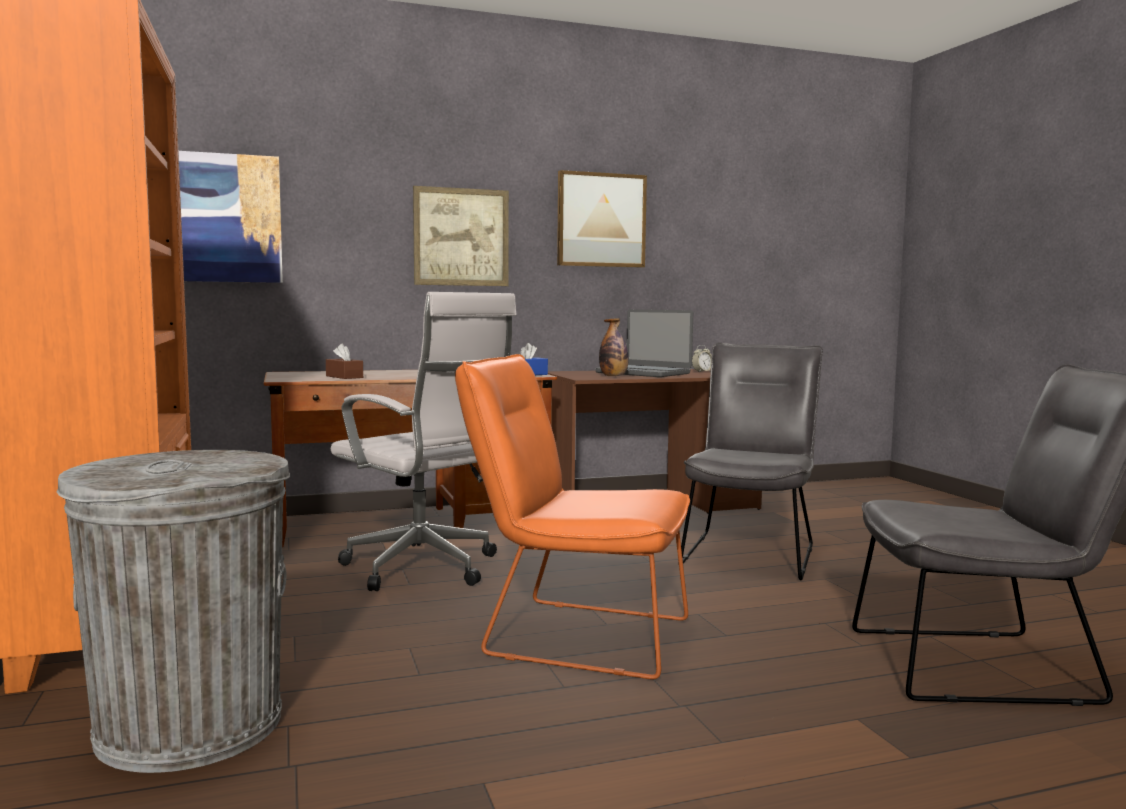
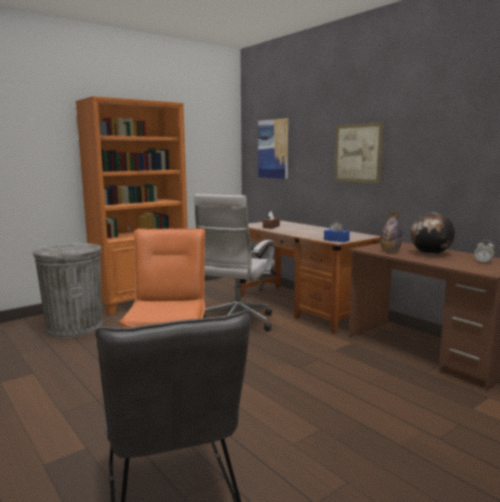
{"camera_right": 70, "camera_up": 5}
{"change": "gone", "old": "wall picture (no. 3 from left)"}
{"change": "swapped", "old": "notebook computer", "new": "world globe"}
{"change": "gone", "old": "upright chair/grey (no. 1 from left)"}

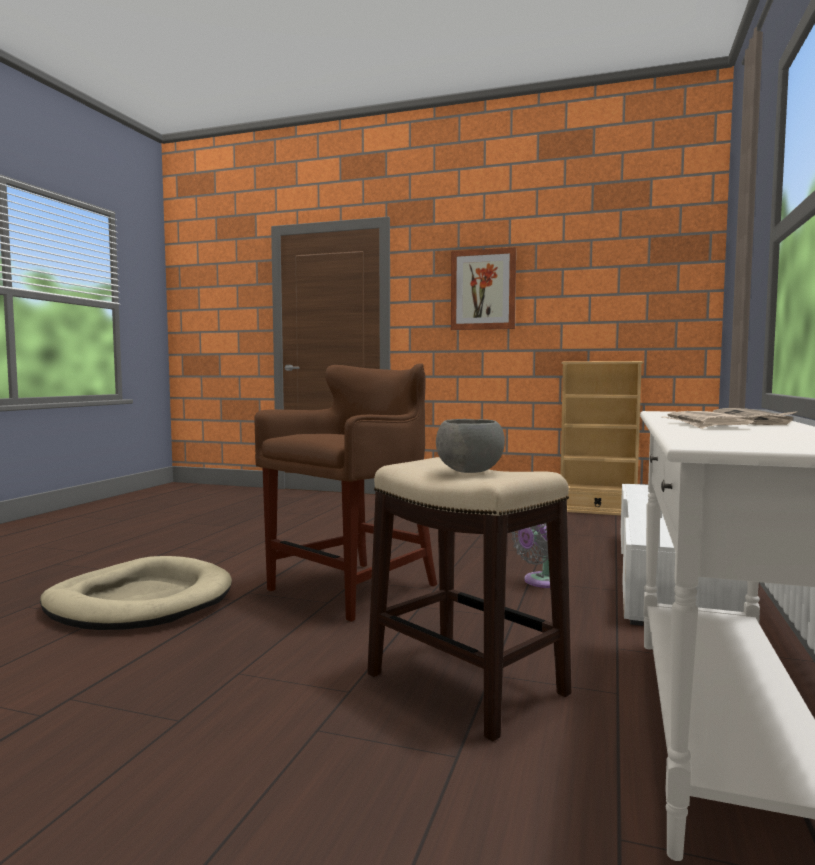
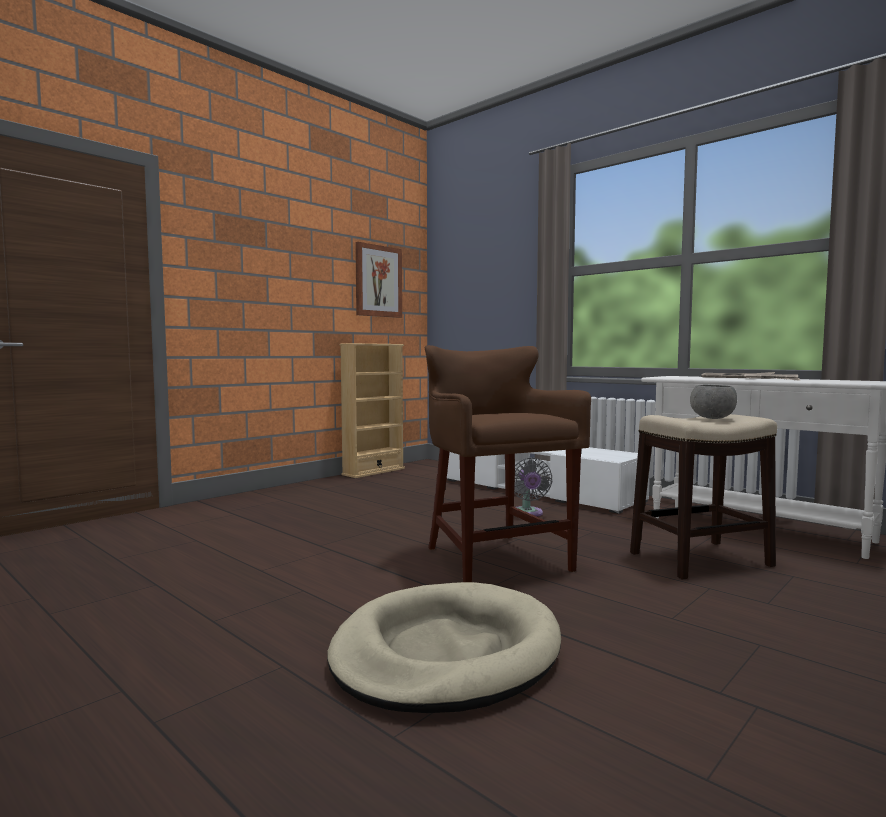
{"camera_right": -65, "camera_up": 0}
{"change": "shifted", "old": "wall picture"}

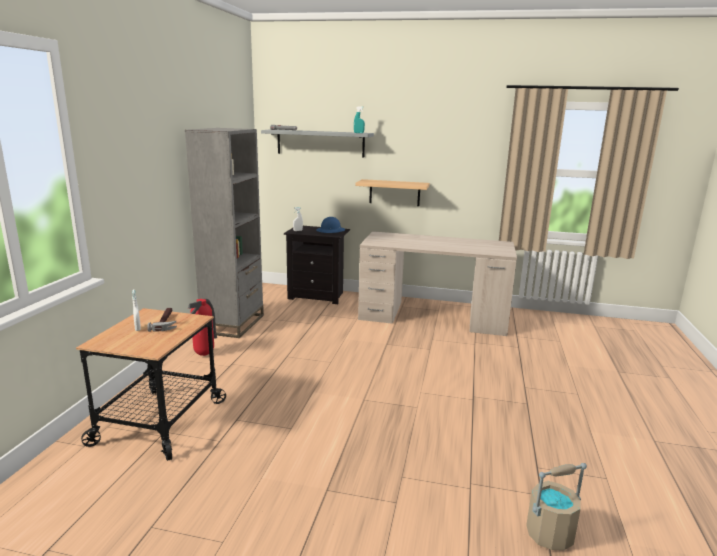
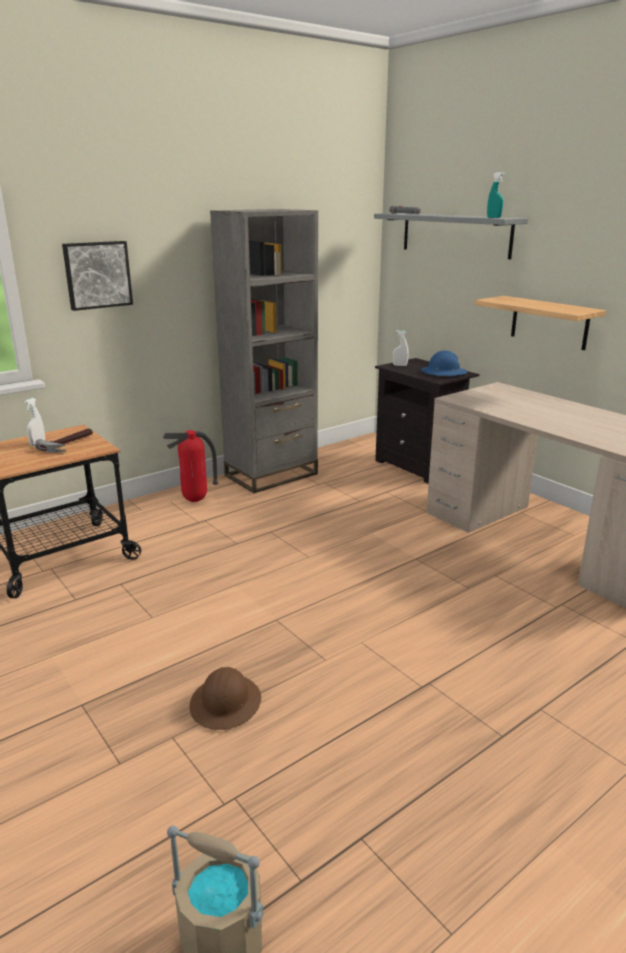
{"camera_right": 40, "camera_up": 5}
{"change": "new", "new": "wall picture"}
{"change": "new", "new": "safety helmet/brown-coloured"}

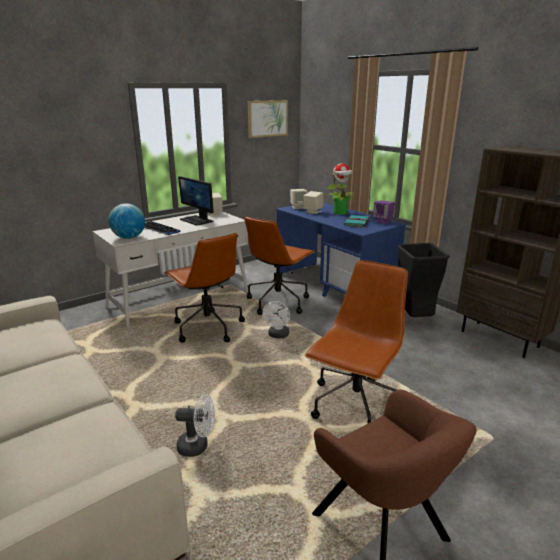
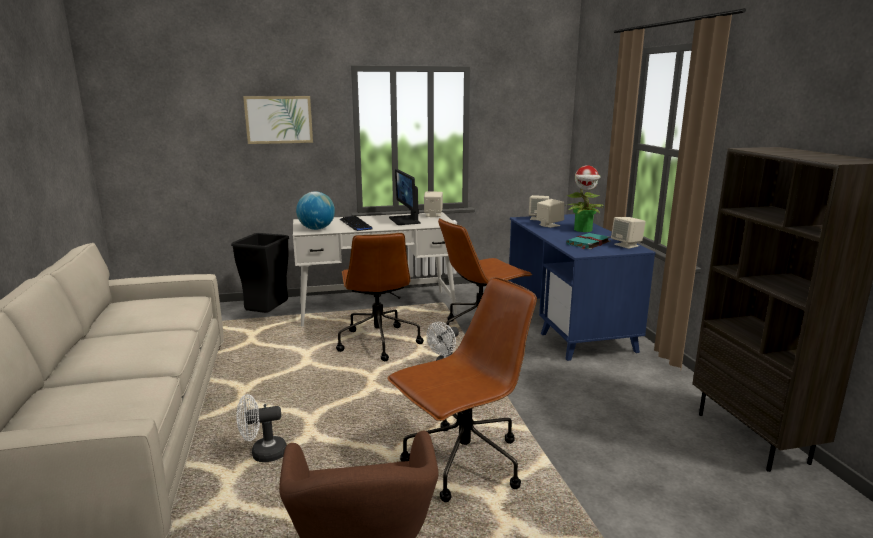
{"camera_right": 25, "camera_up": -5}
{"change": "shifted", "old": "wall picture"}
{"change": "repainted", "old": "speaker/purple-coloured", "new": "speaker/beige (no. 4 from left)"}
{"change": "shifted", "old": "trash can/black"}
{"change": "rotated", "old": "fan/white-coloured (no. 1 from left)", "degrees": 135}

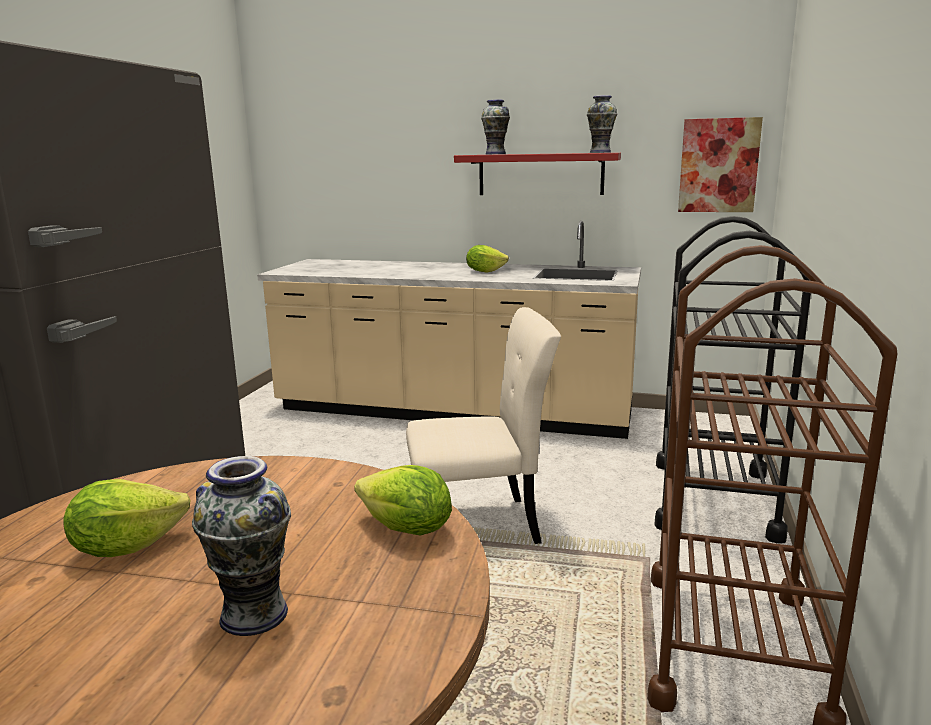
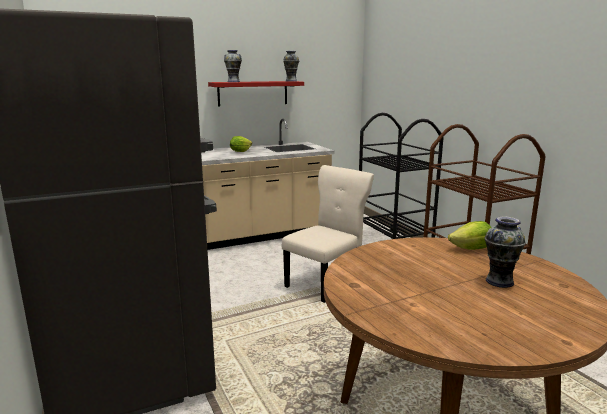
{"camera_right": -40, "camera_up": 0}
{"change": "gone", "old": "wall picture"}
{"change": "gone", "old": "lettuce (no. 1 from left)"}

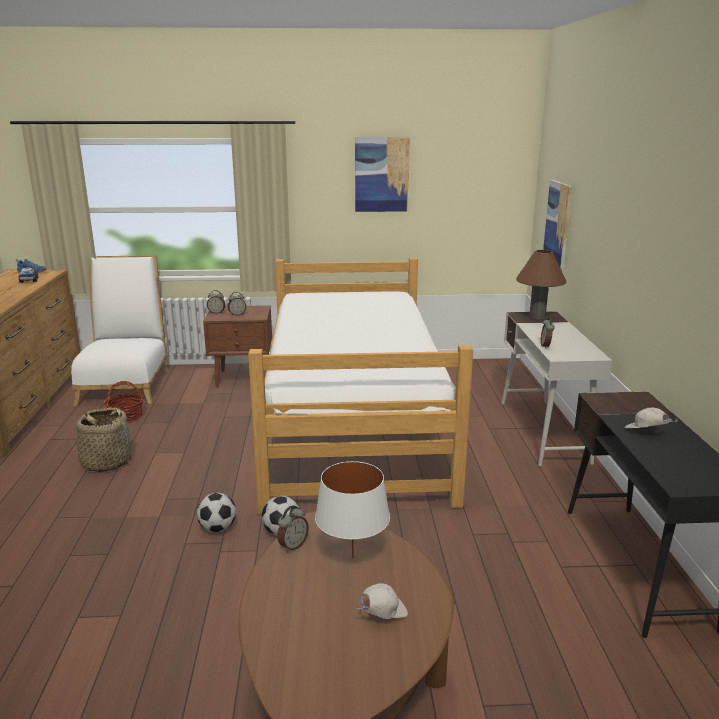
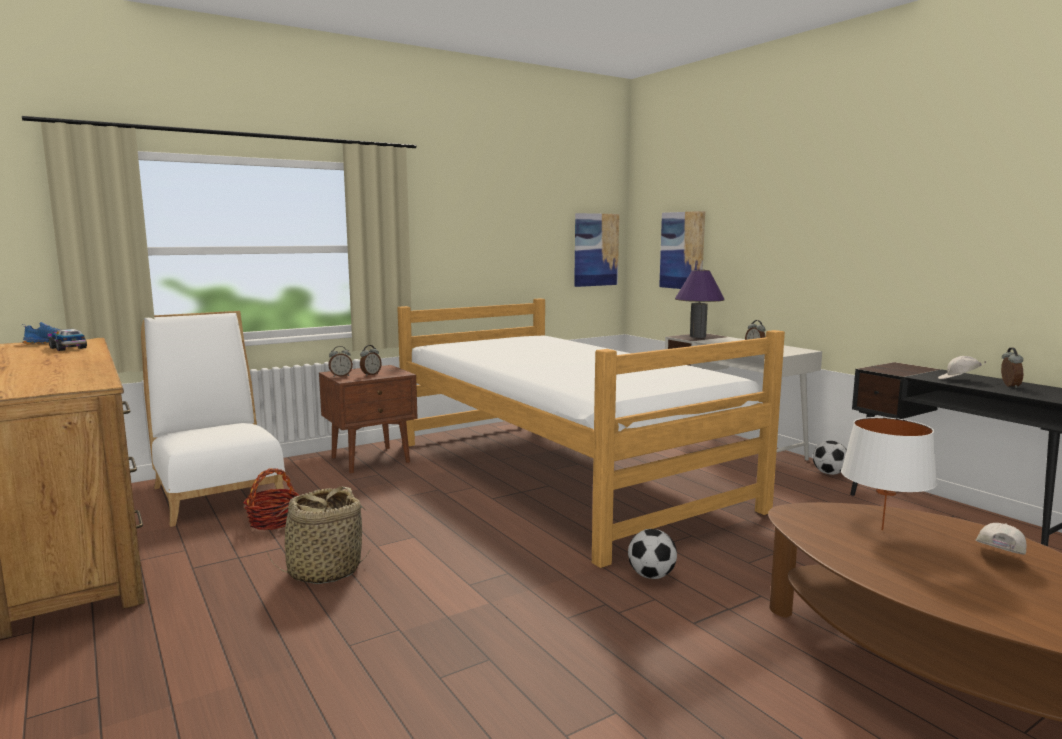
{"camera_right": -30, "camera_up": -10}
{"change": "shifted", "old": "wall picture (no. 1 from left)"}
{"change": "repainted", "old": "lamp for a table/brown-coloured", "new": "lamp for a table/purple-coloured"}
{"change": "shifted", "old": "ball for football (no. 1 from left in the first image)", "new": "ball for football (no. 2 from left)"}
{"change": "shifted", "old": "bedside clock (no. 3 from left in the first image)", "new": "bedside clock (no. 4 from left)"}

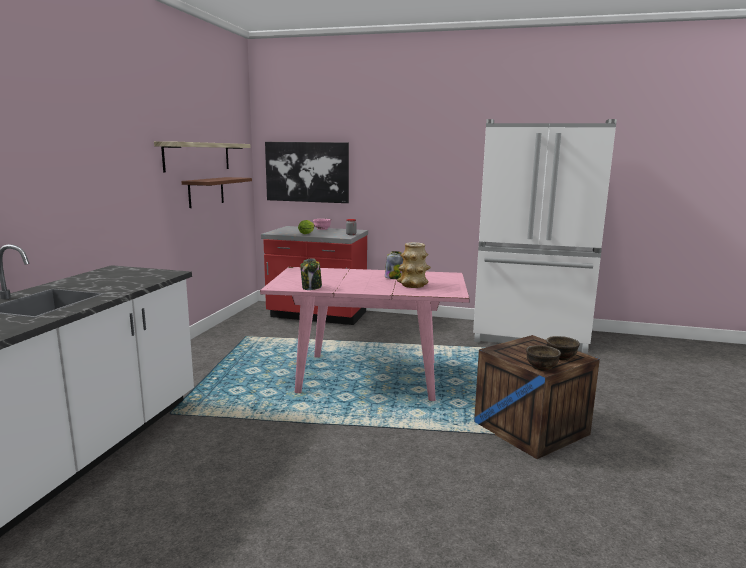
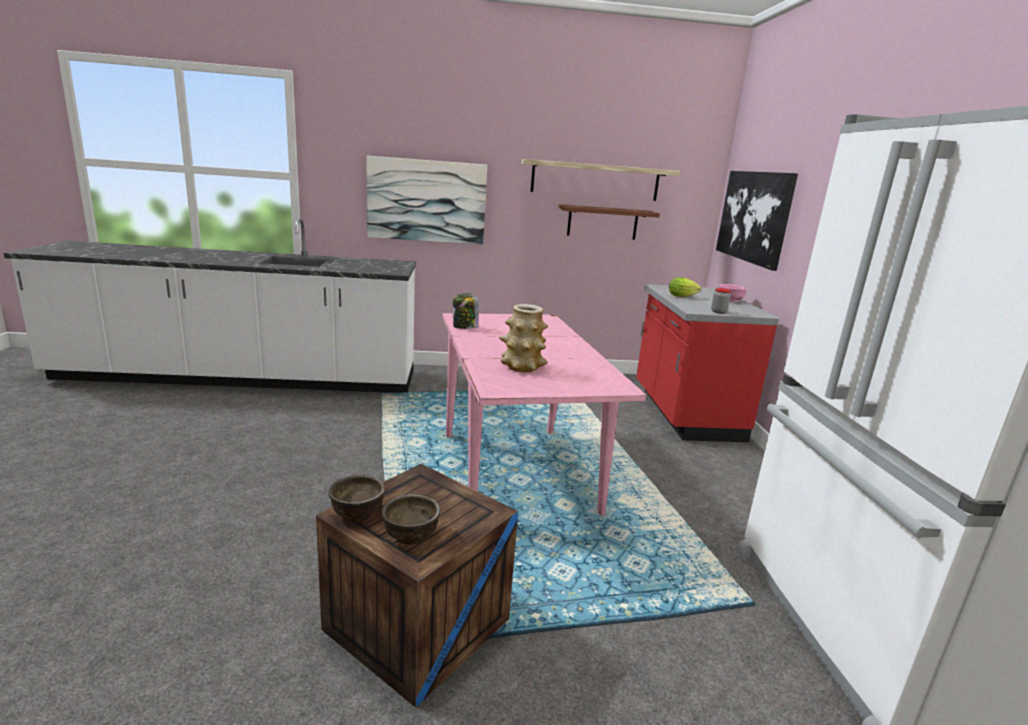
{"camera_right": 70, "camera_up": 5}
{"change": "gone", "old": "preserve jar (no. 3 from left)"}
{"change": "new", "new": "wall picture (no. 1 from left)"}

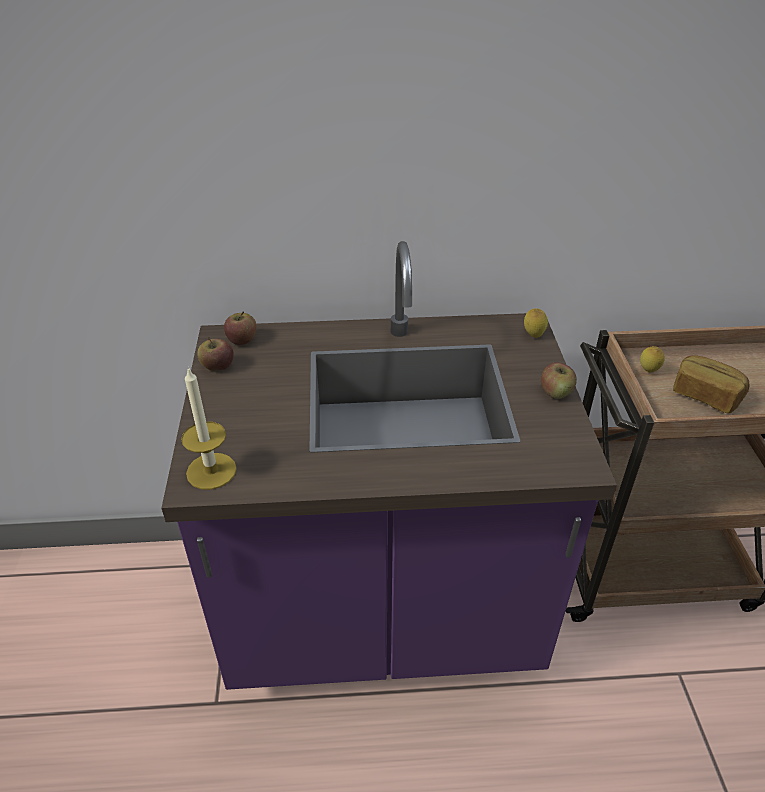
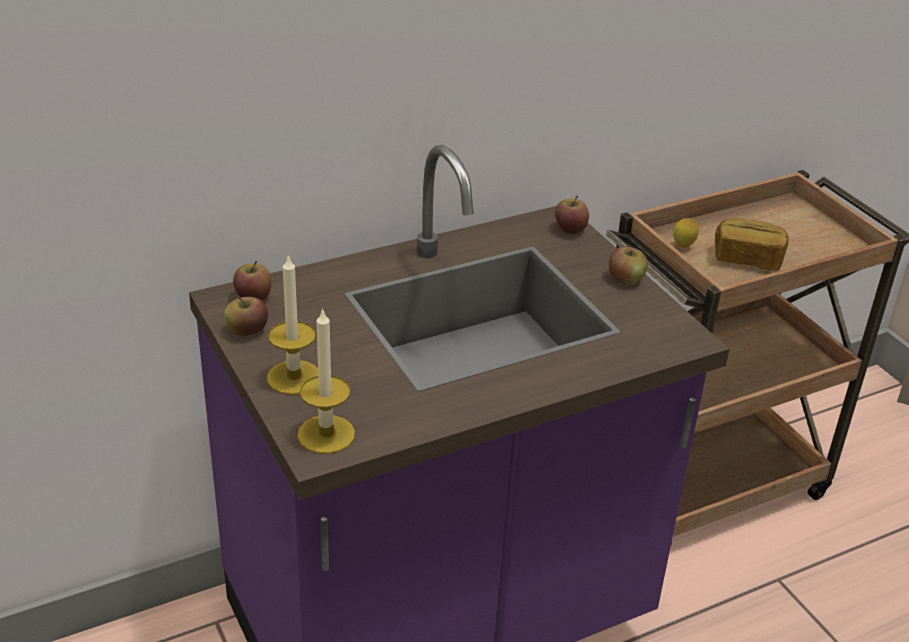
{"camera_right": -25, "camera_up": -5}
{"change": "swapped", "old": "citrus fruit (no. 1 from left)", "new": "whole apple (no. 3 from left)"}
{"change": "new", "new": "candle (no. 1 from left)"}

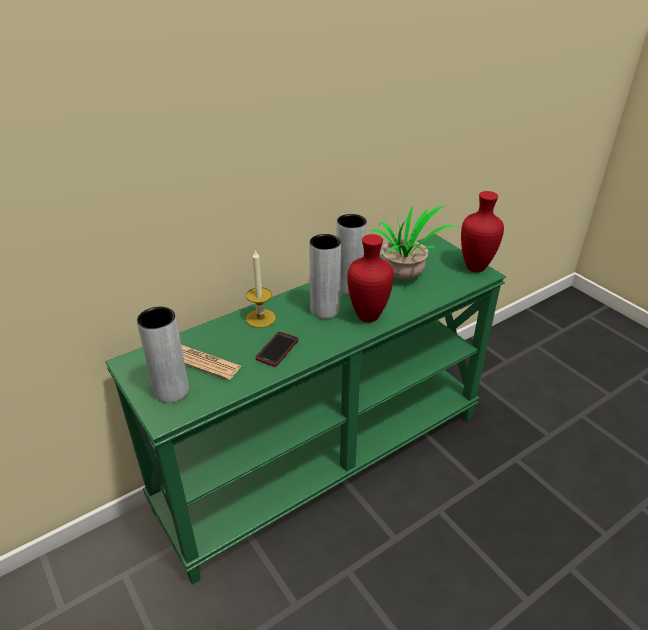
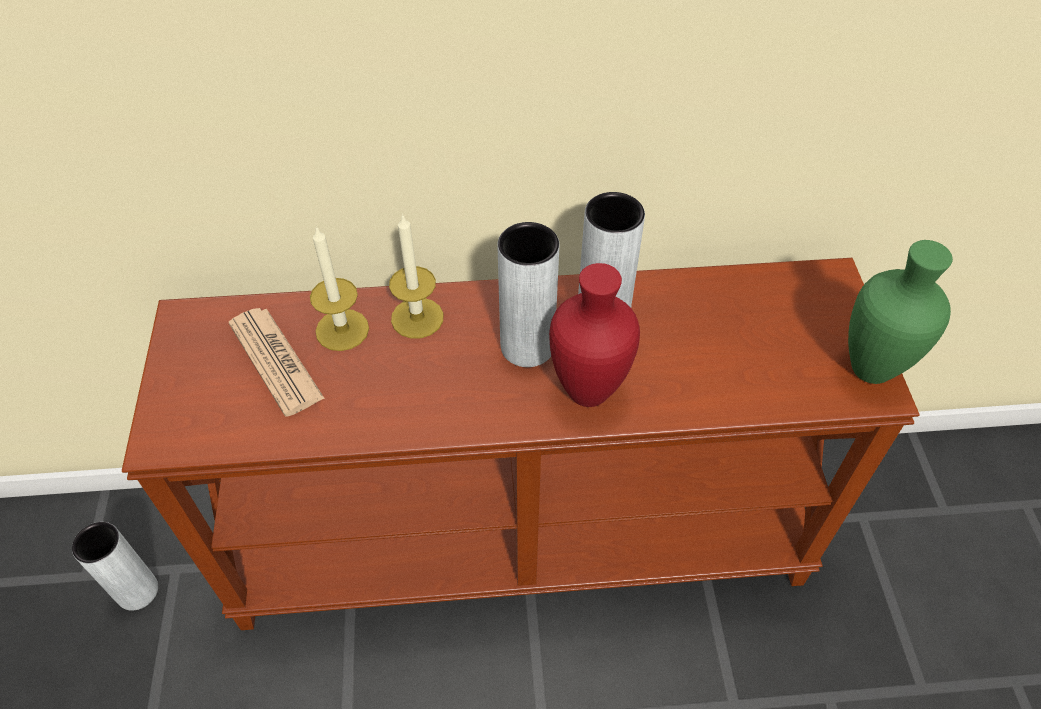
{"camera_right": 30, "camera_up": 15}
{"change": "repainted", "old": "decorative vase/red (no. 2 from left)", "new": "decorative vase/greenish"}
{"change": "gone", "old": "potted plant"}
{"change": "repainted", "old": "narrow table/greenish", "new": "narrow table/brown-coloured"}
{"change": "shifted", "old": "decorative vase/grey (no. 1 from left)"}
{"change": "gone", "old": "telephone"}
{"change": "new", "new": "candle (no. 1 from left)"}

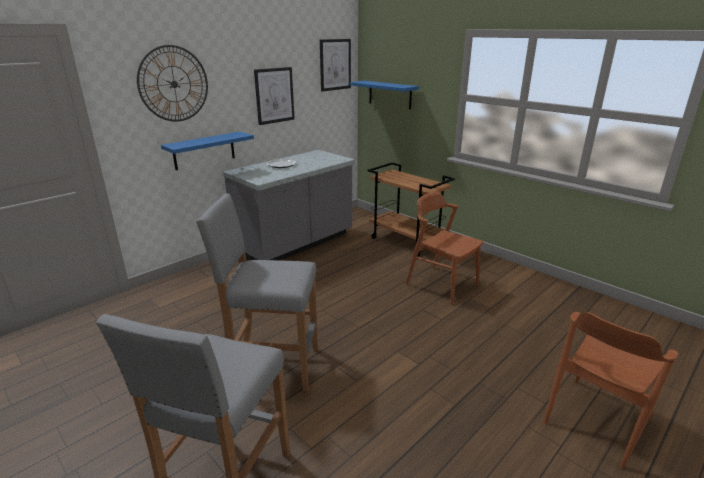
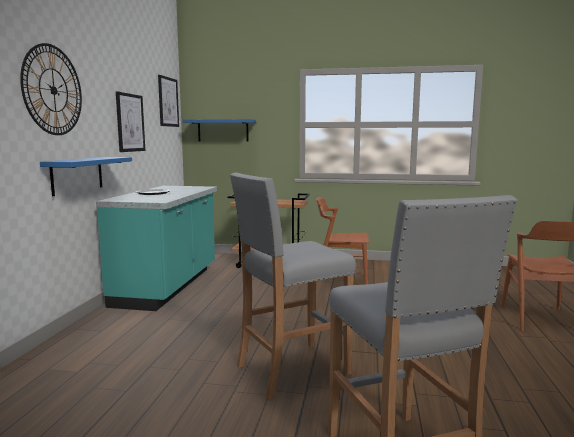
{"camera_right": -35, "camera_up": -15}
{"change": "repainted", "old": "kitchen counter/grey", "new": "kitchen counter/turquoise"}

